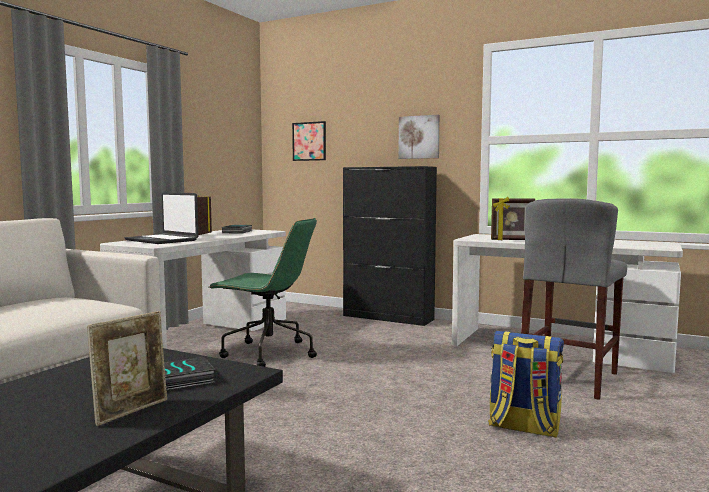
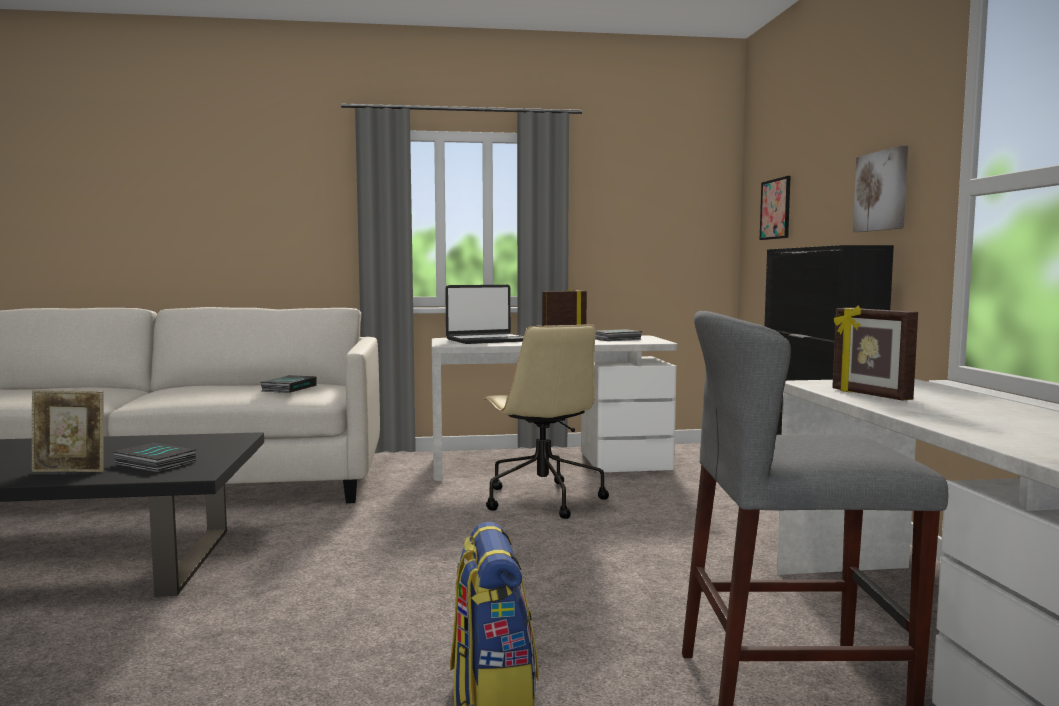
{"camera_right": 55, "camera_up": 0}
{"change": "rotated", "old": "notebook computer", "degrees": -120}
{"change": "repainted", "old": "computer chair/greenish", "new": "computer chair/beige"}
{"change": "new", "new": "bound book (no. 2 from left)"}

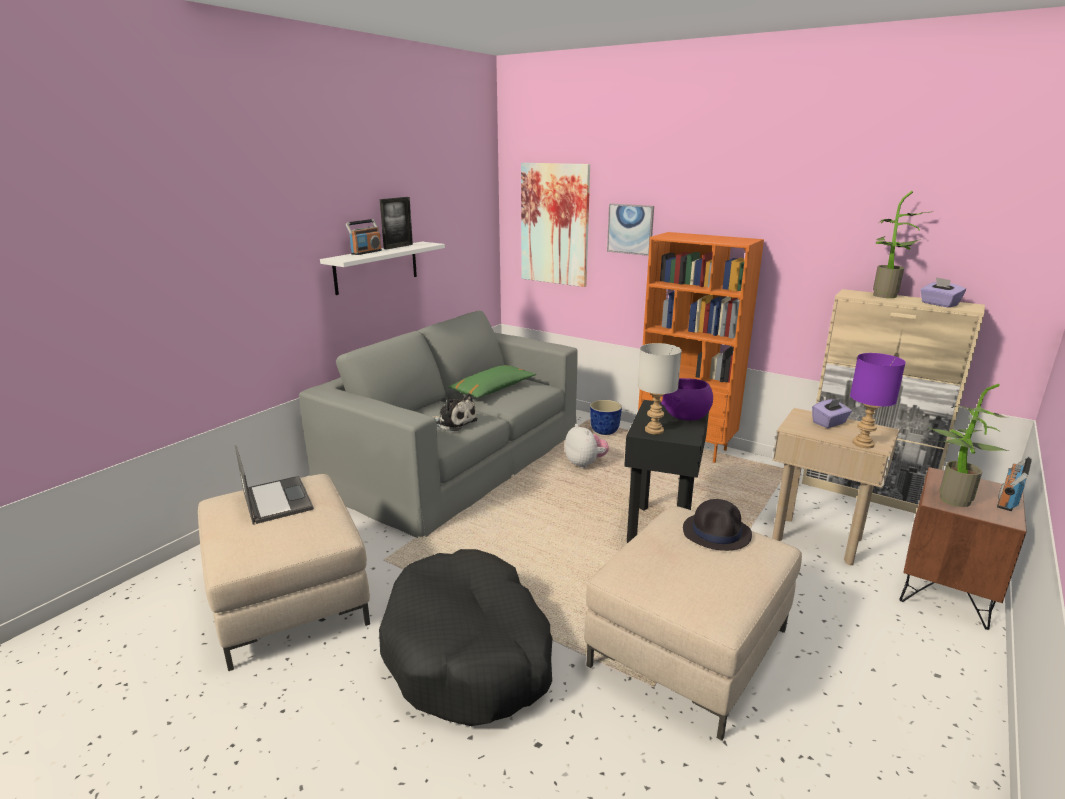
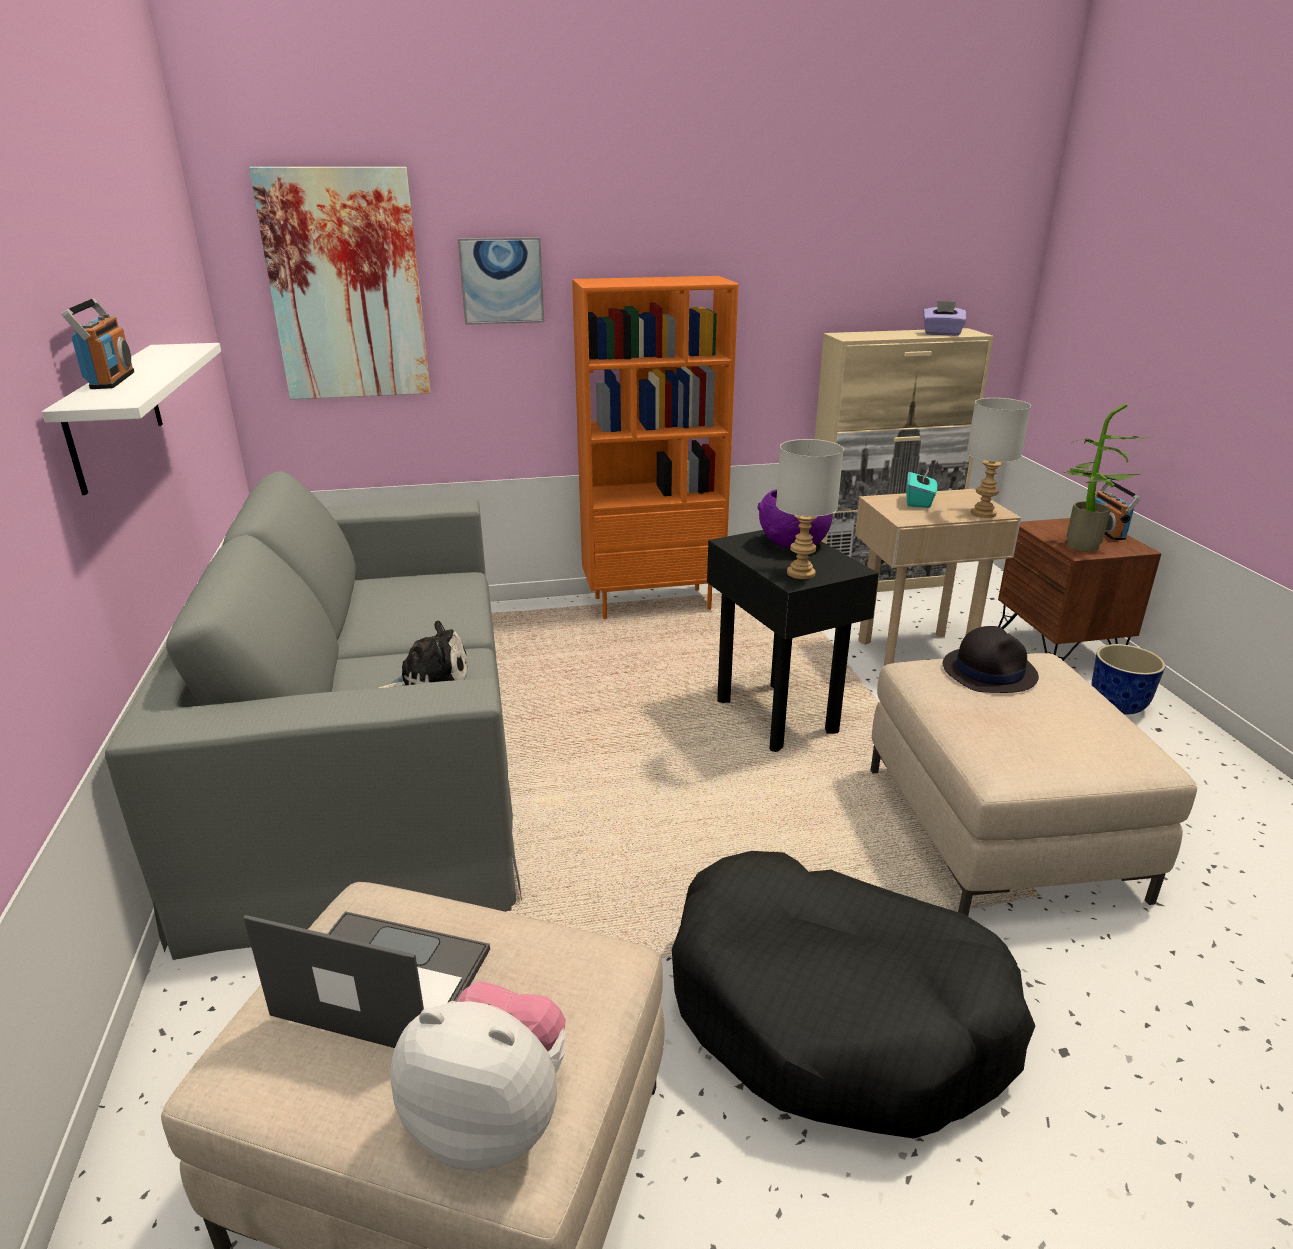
{"camera_right": -45, "camera_up": 5}
{"change": "gone", "old": "potted plant (no. 1 from left)"}
{"change": "gone", "old": "photo frame"}
{"change": "repainted", "old": "lamp for a table/purple-coloured", "new": "lamp for a table/grey (no. 2 from left)"}
{"change": "gone", "old": "throw pillow/greenish"}
{"change": "repainted", "old": "tissue holder/purple-coloured (no. 1 from left)", "new": "tissue holder/turquoise"}
{"change": "shifted", "old": "flower pot"}
{"change": "shifted", "old": "plush toy (no. 2 from left)"}

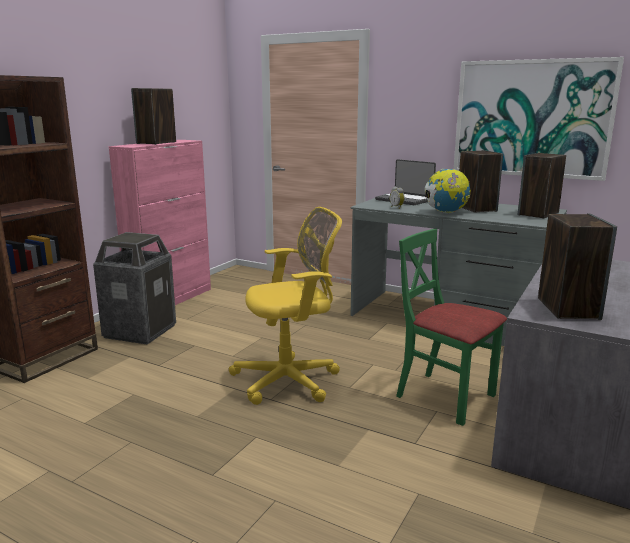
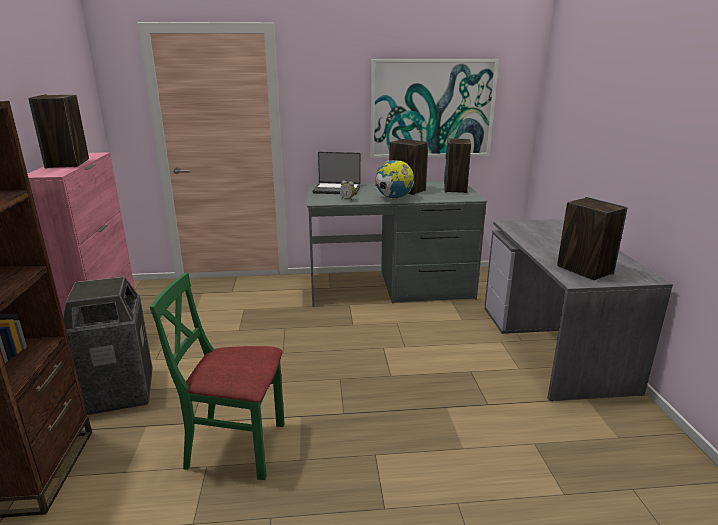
{"camera_right": -35, "camera_up": 5}
{"change": "gone", "old": "computer chair/yellow-coloured"}
{"change": "shifted", "old": "upright chair/greenish"}

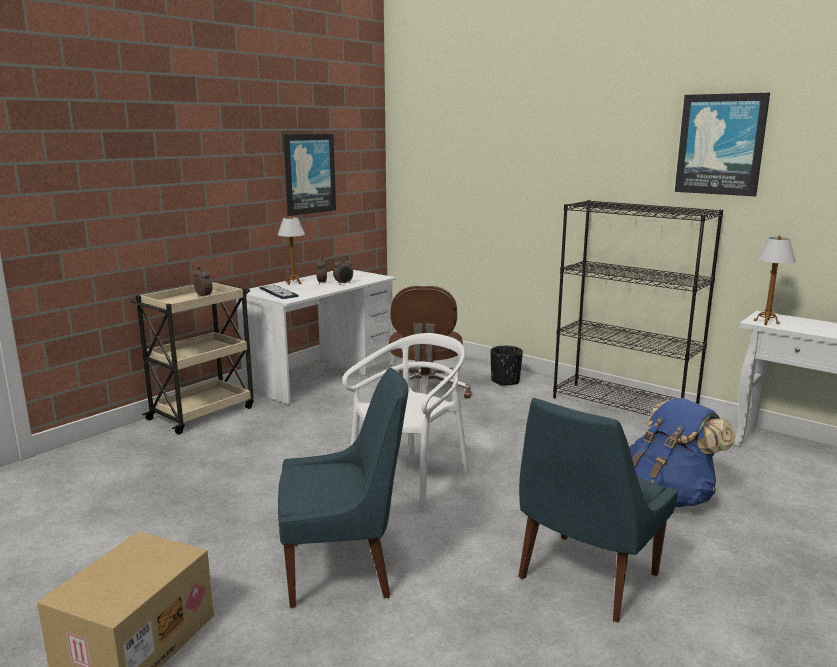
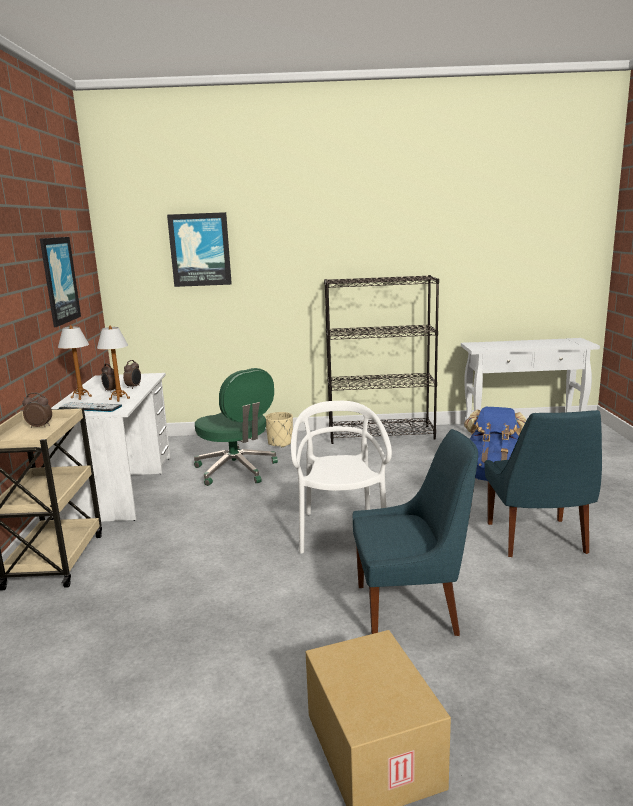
{"camera_right": -40, "camera_up": 0}
{"change": "shifted", "old": "wall picture (no. 2 from left)"}
{"change": "shifted", "old": "lamp for a table (no. 2 from left)"}
{"change": "repainted", "old": "computer chair/brown-coloured", "new": "computer chair/greenish"}
{"change": "repainted", "old": "flower pot/black", "new": "flower pot/beige"}
{"change": "rotated", "old": "upright chair/bluish (no. 1 from left)", "degrees": 45}

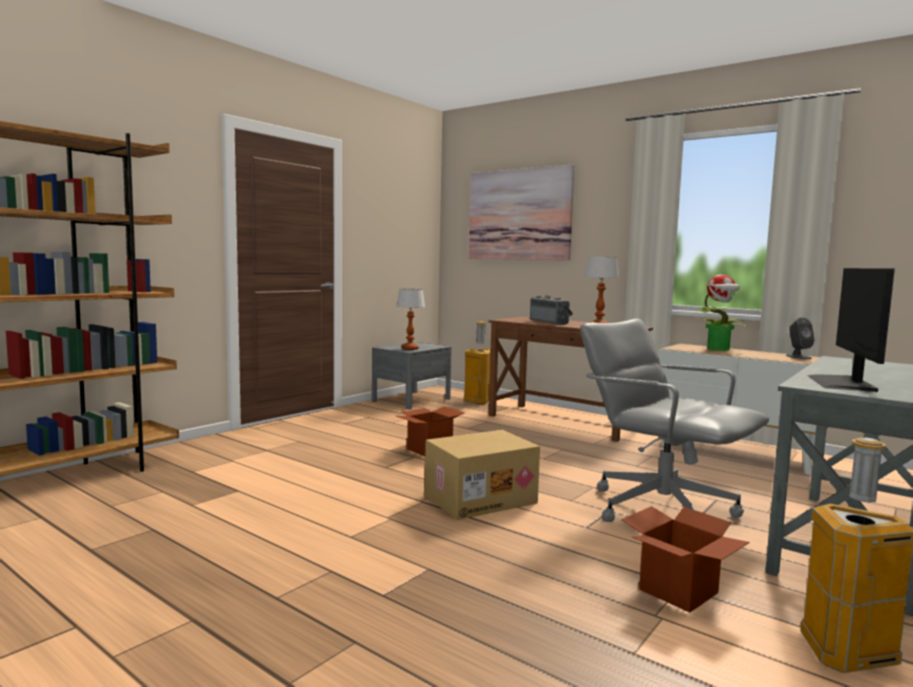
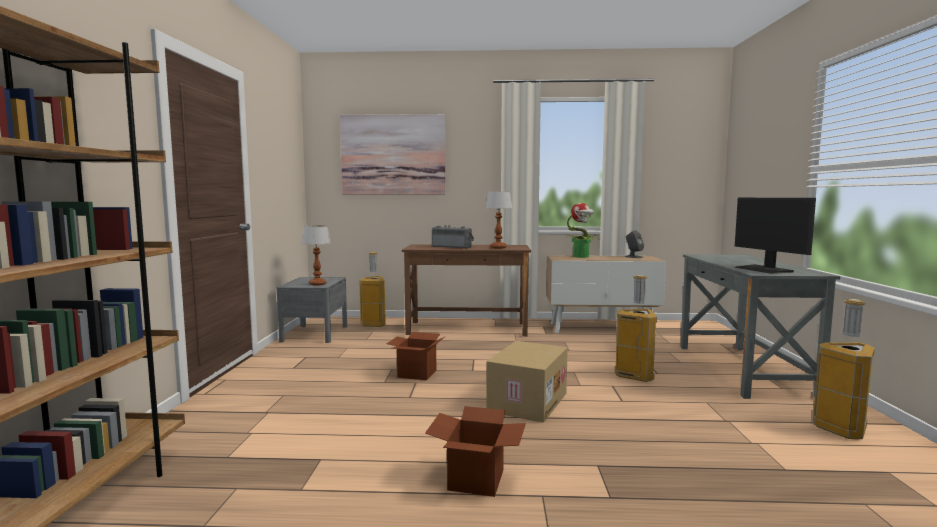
{"camera_right": -35, "camera_up": 0}
{"change": "swapped", "old": "computer chair/grey", "new": "trash can (no. 2 from left)"}
{"change": "shifted", "old": "cardboard box (no. 3 from left in the first image)", "new": "cardboard box (no. 2 from left)"}

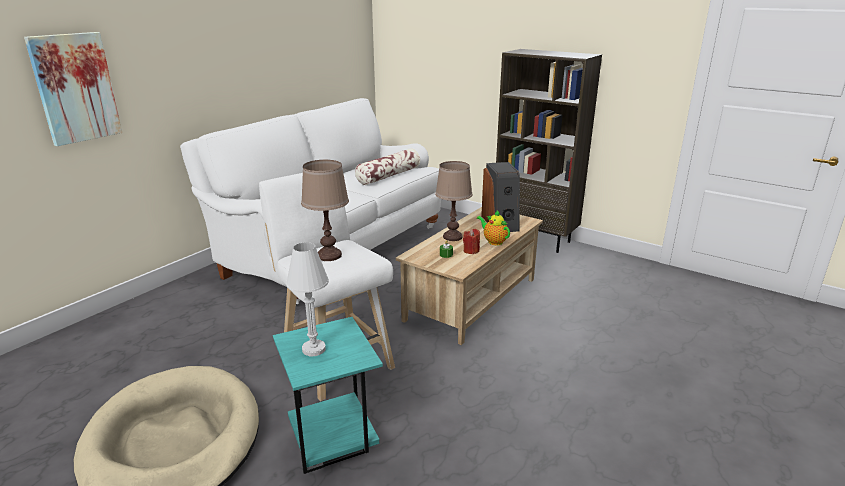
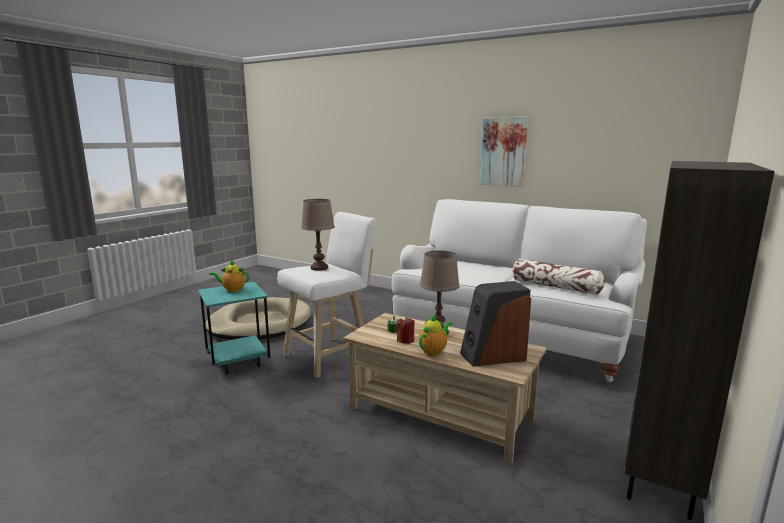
{"camera_right": 85, "camera_up": -10}
{"change": "shifted", "old": "wall picture"}
{"change": "swapped", "old": "lamp for a table/white-coloured", "new": "pot for tea (no. 1 from left)"}

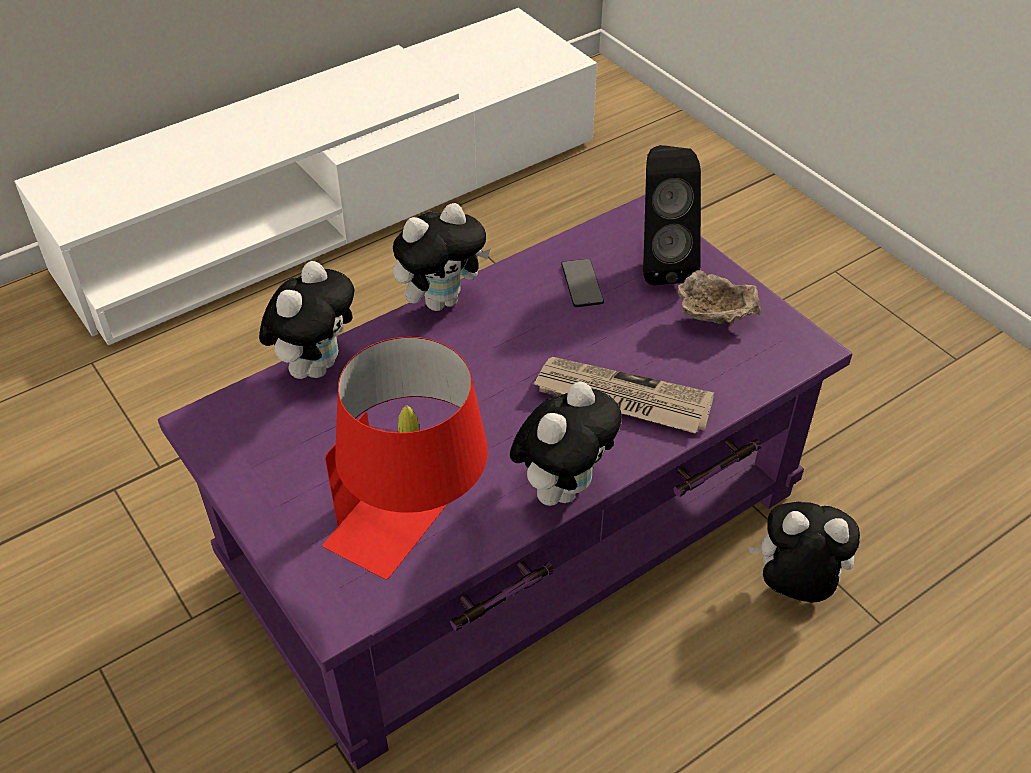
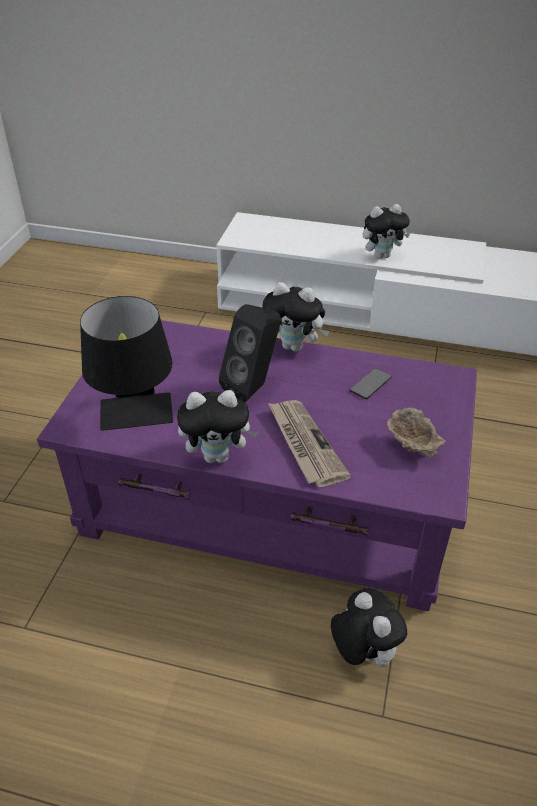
{"camera_right": 50, "camera_up": -5}
{"change": "shifted", "old": "speaker/black"}
{"change": "shifted", "old": "plush toy (no. 1 from left in the first image)", "new": "plush toy (no. 4 from left)"}
{"change": "repainted", "old": "lamp for a table/red", "new": "lamp for a table/black"}

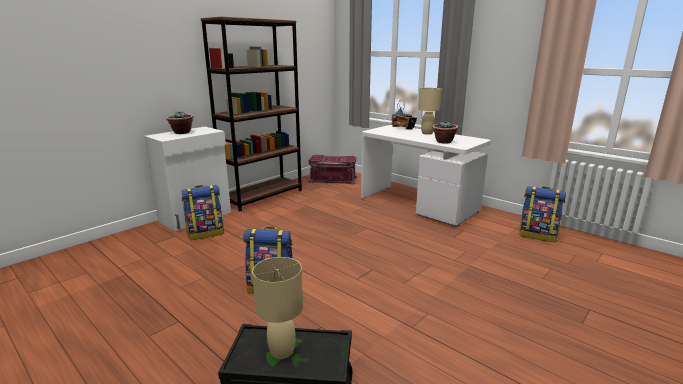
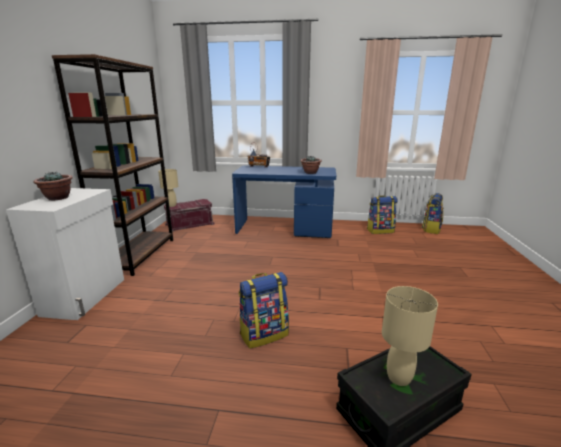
{"camera_right": -35, "camera_up": 0}
{"change": "shifted", "old": "lamp for a table/beige (no. 2 from left in the first image)", "new": "lamp for a table/beige (no. 1 from left)"}
{"change": "repainted", "old": "desk unit/white-coloured", "new": "desk unit/bluish"}
{"change": "shifted", "old": "knapsack (no. 1 from left in the first image)", "new": "knapsack (no. 3 from left)"}

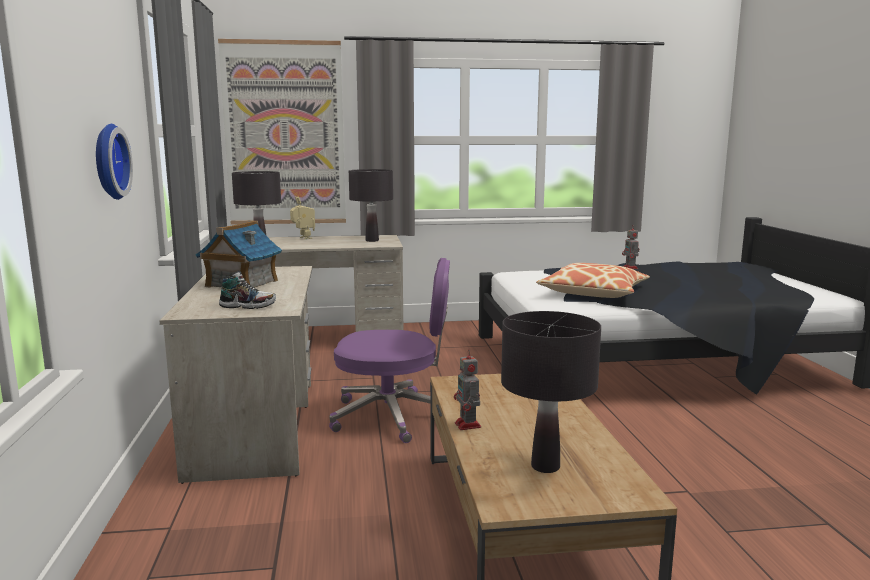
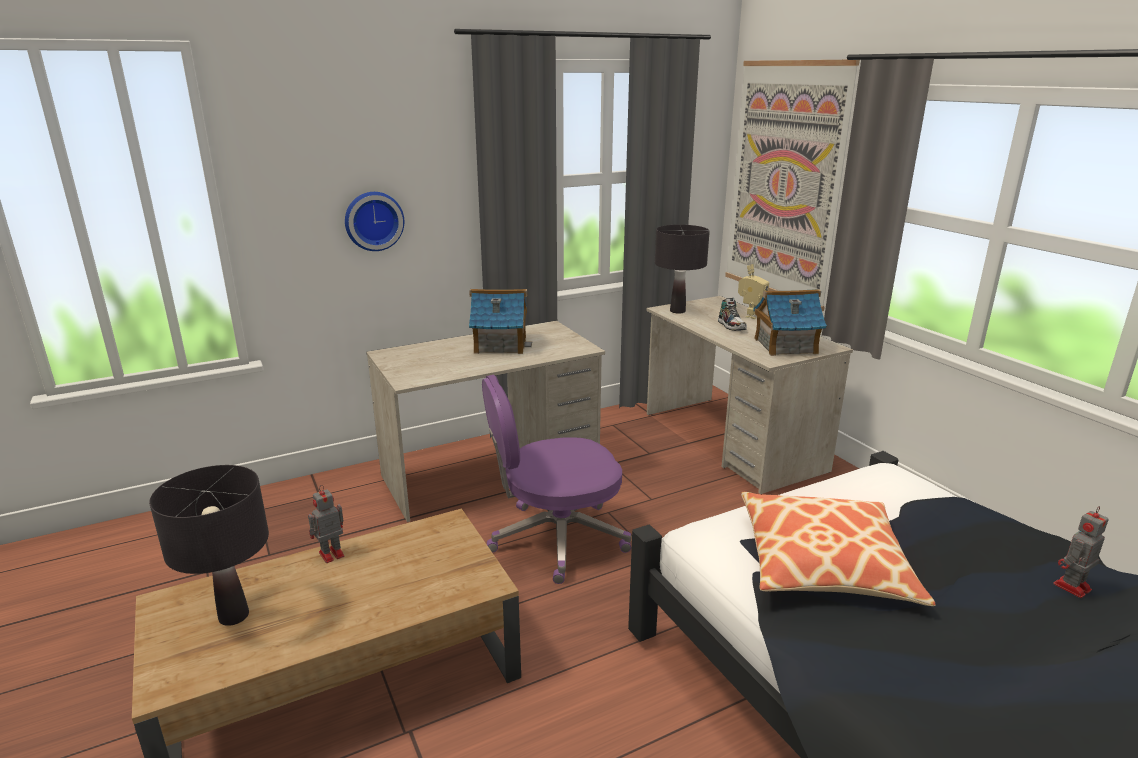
{"camera_right": 70, "camera_up": 10}
{"change": "swapped", "old": "lamp for a table/black (no. 2 from left)", "new": "model house (no. 2 from left)"}
{"change": "rotated", "old": "computer chair/purple-coloured", "degrees": 90}
{"change": "shifted", "old": "low shoe"}

